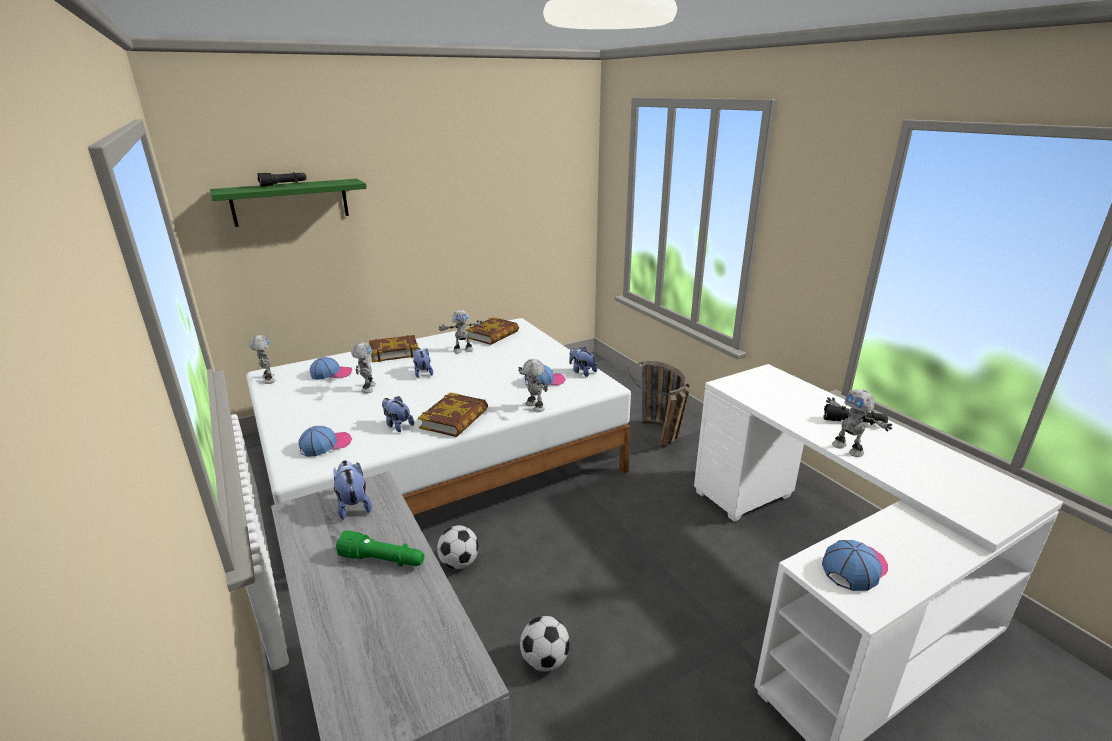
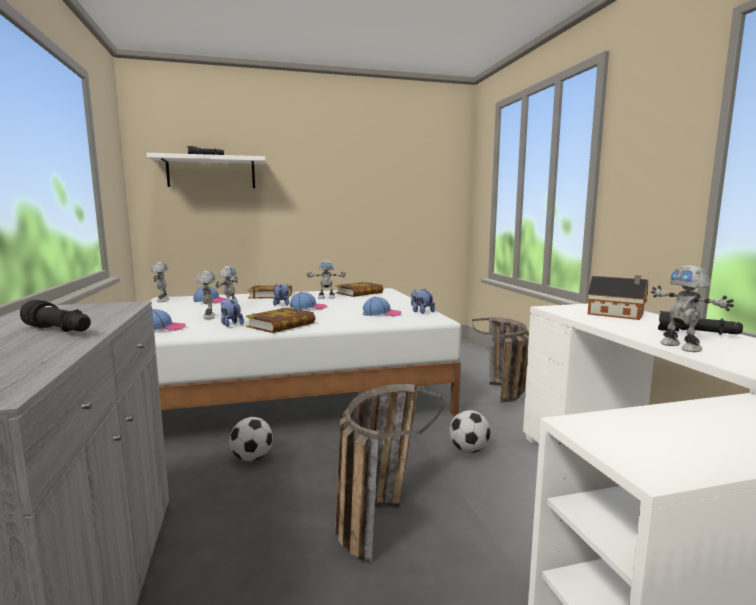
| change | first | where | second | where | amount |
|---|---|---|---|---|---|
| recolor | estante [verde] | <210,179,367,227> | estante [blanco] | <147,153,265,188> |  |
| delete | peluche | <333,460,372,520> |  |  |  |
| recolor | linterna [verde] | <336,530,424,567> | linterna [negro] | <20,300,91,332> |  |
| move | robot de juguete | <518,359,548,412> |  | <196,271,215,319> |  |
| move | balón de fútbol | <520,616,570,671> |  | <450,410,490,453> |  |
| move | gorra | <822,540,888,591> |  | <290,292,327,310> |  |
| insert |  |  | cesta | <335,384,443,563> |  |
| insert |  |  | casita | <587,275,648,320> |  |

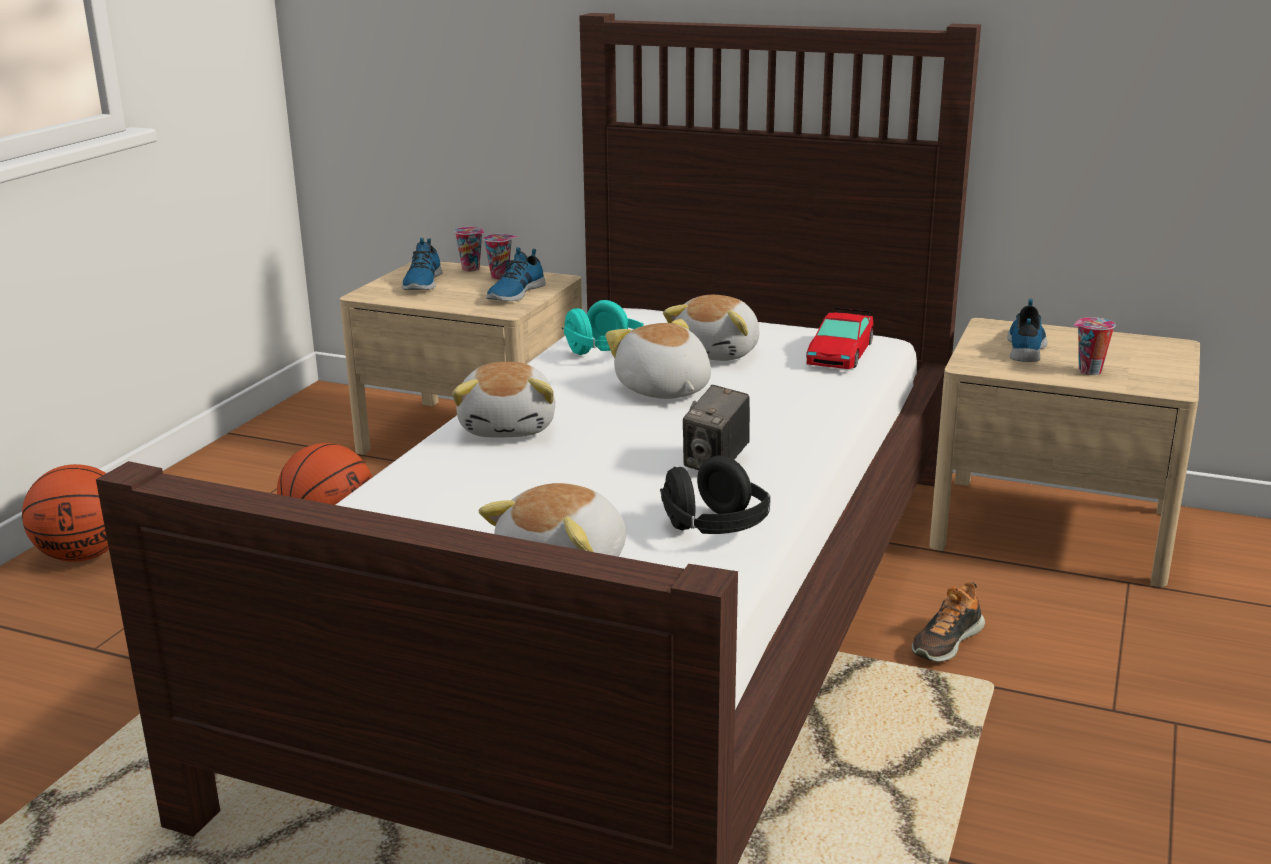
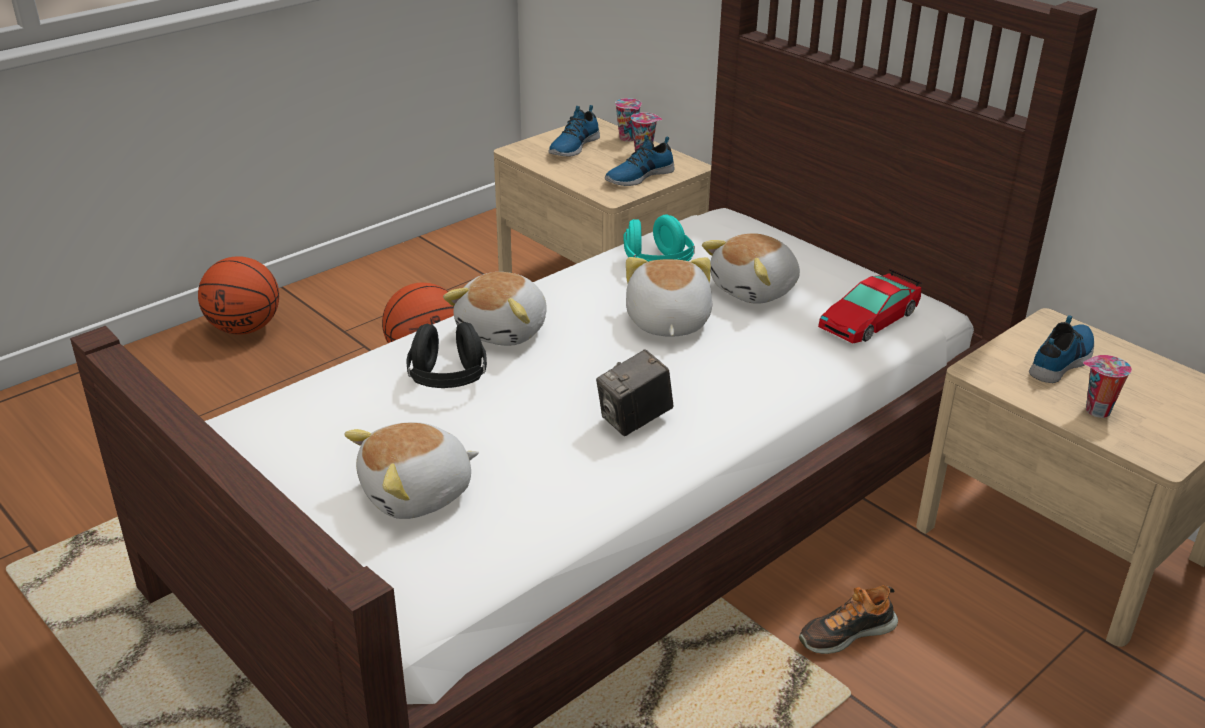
| change | first | where | second | where | amount |
|---|---|---|---|---|---|
| move | auriculares [negro] | <660,456,771,534> |  | <407,322,487,388> |  |

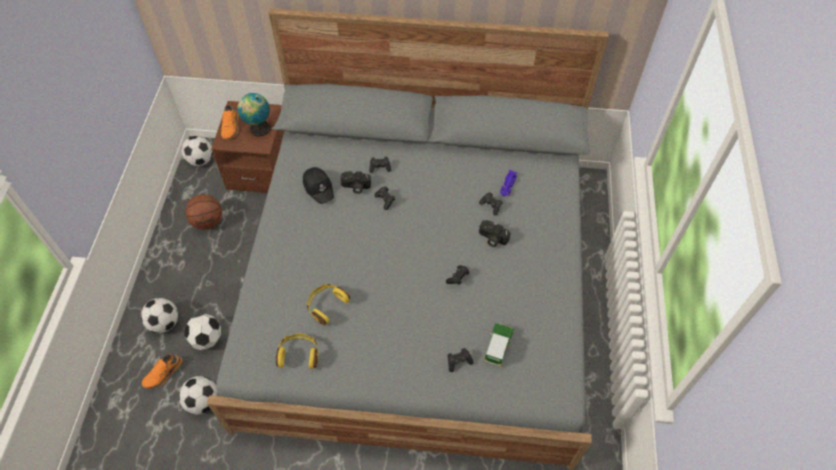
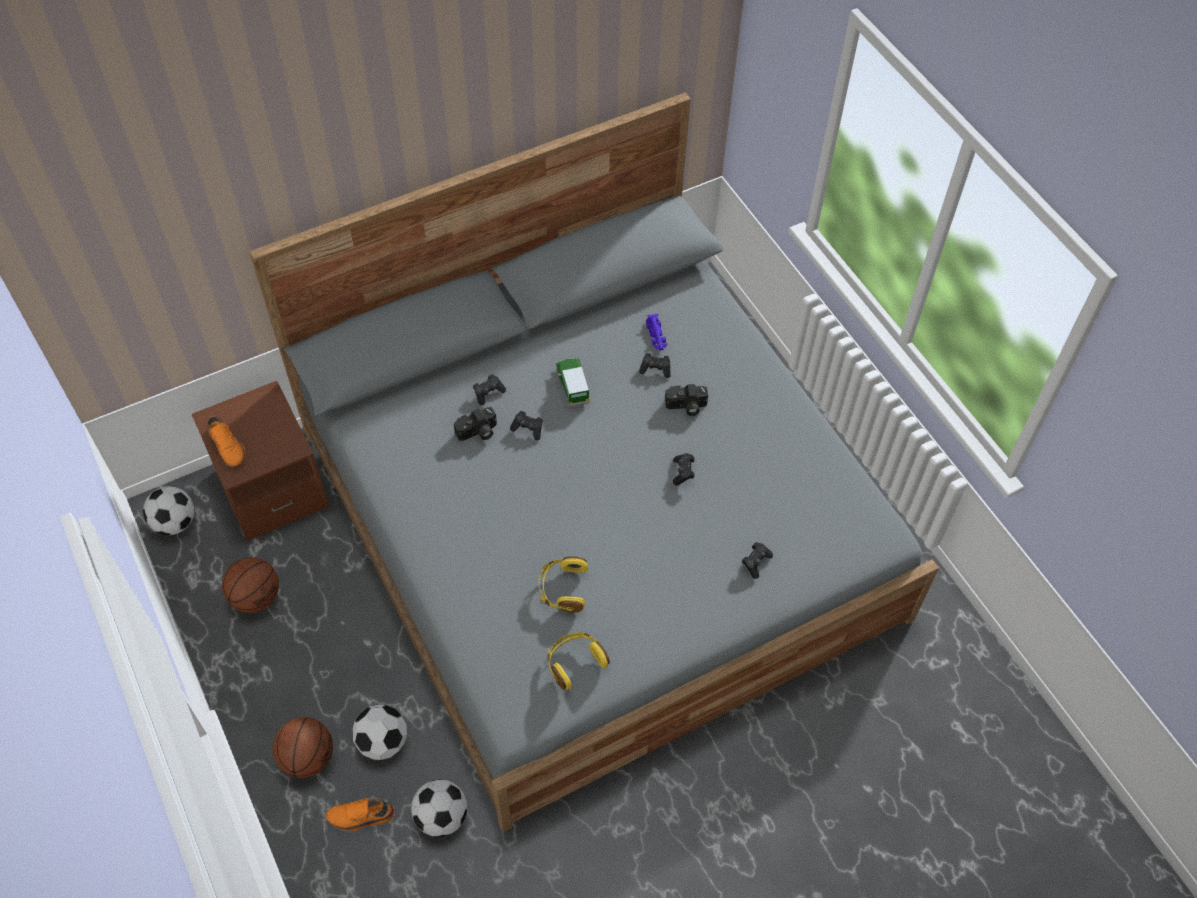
| change | first | where | second | where | amount |
|---|---|---|---|---|---|
| replace | balón de fútbol | <141,298,178,333> | balón de baloncesto | <272,717,333,778> |  |
| rotate | zapato [naranja] | <142,354,182,389> |  | <326,798,395,832> | 75 degrees clockwise |
| delete | globo terráqueo | <238,93,271,137> |  |  |  |
| delete | gorra [negro] | <303,167,334,204> |  |  |  |
| move | coche de juguete | <484,323,514,367> |  | <556,358,590,407> |  |

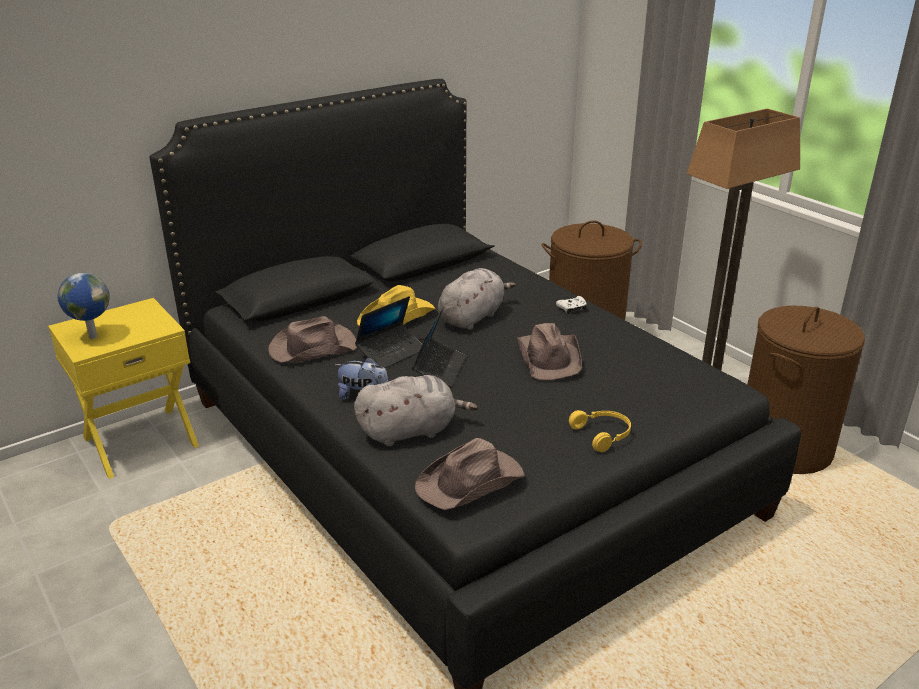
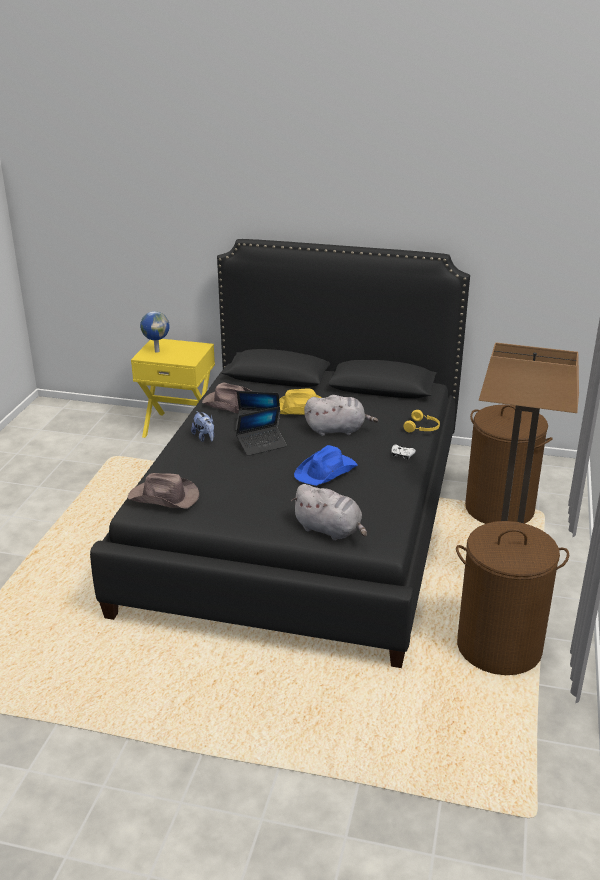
| change | first | where | second | where | amount |
|---|---|---|---|---|---|
| move | peluche [gris] | <354,375,478,446> |  | <291,484,367,541> |  |
| recolor | sombrero [marrón] | <517,323,582,380> | sombrero [azul] | <294,445,358,486> |  |
| move | auriculares [amarillo] | <569,410,631,452> |  | <404,410,440,432> |  |

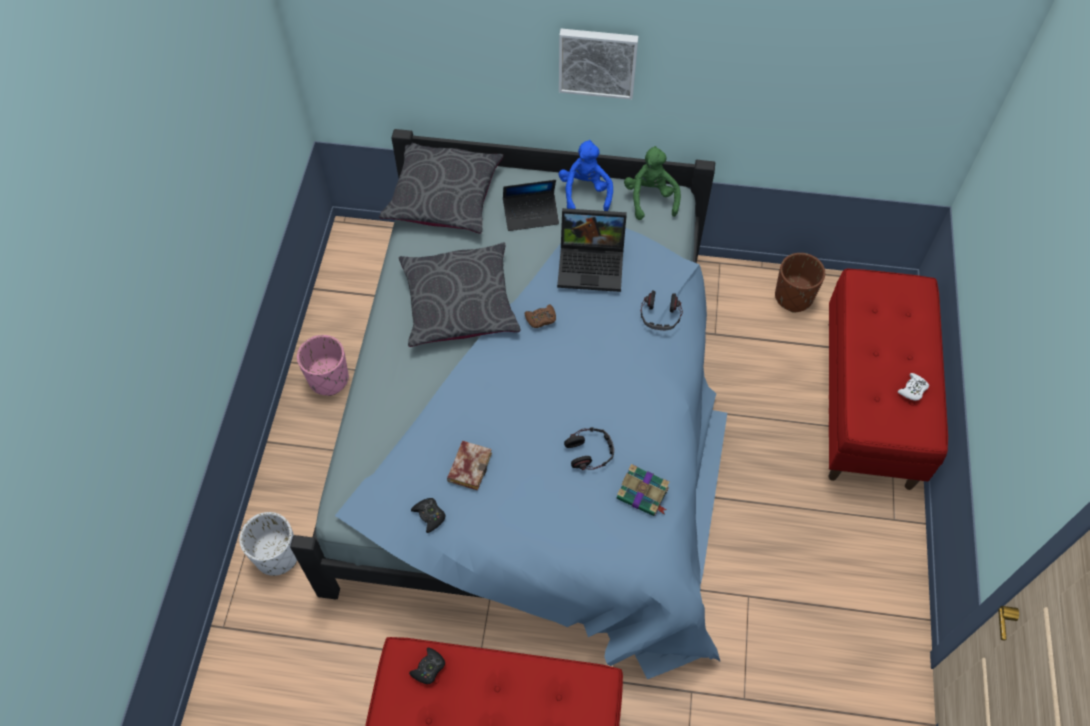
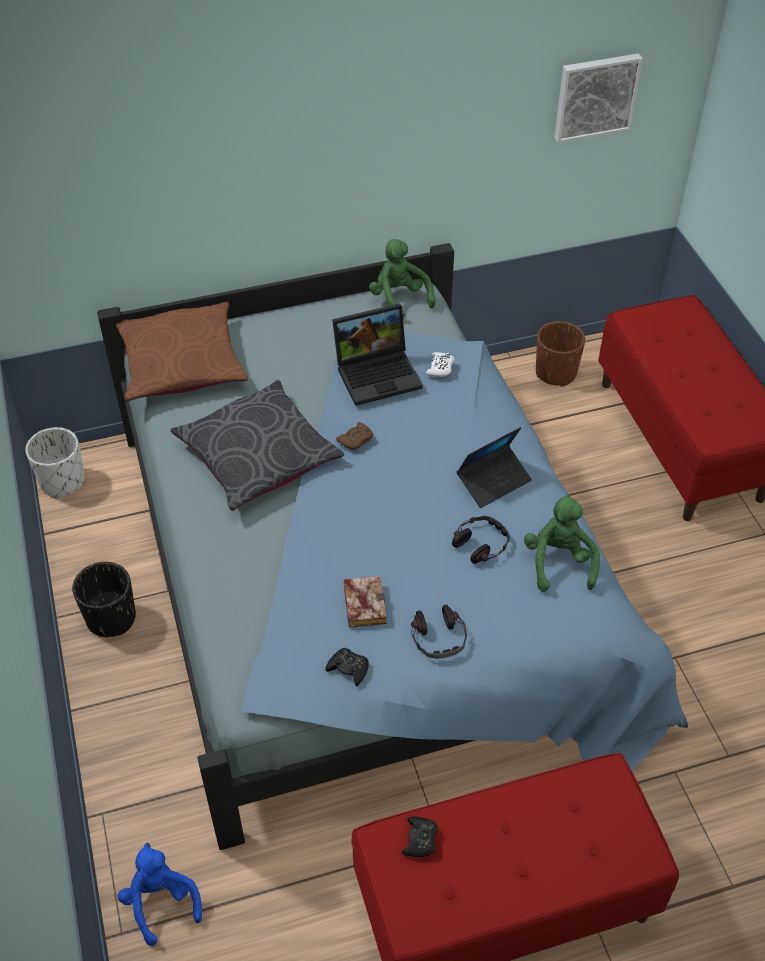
| change | first | where | second | where | amount |
|---|---|---|---|---|---|
| move | maceta [blanco] | <239,512,297,576> |  | <25,427,85,498> |  |
| recolor | maceta [rosa] | <297,335,349,396> | maceta [negro] | <72,562,136,637> |  |
| recolor | cojín [gris] | <379,143,503,234> | cojín [marrón] | <116,301,248,401> |  |
| move | portátil | <503,180,559,231> |  | <457,427,532,508> |  |
| move | cuadro | <559,29,638,100> |  | <554,53,643,143> |  |
| move | peluche [azul] | <559,140,613,211> |  | <118,843,202,946> |  |
| replace | libro | <617,464,670,516> | peluche [verde] | <524,495,600,592> |  |
| move | auriculares | <641,290,683,331> |  | <411,605,467,659> |  |
| move | mando de consola [blanco] | <898,373,929,401> |  | <426,352,454,377> |  |

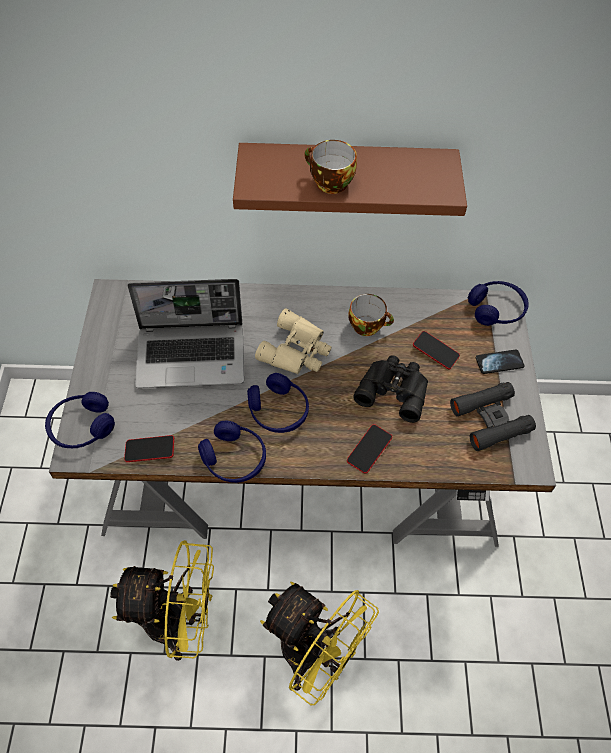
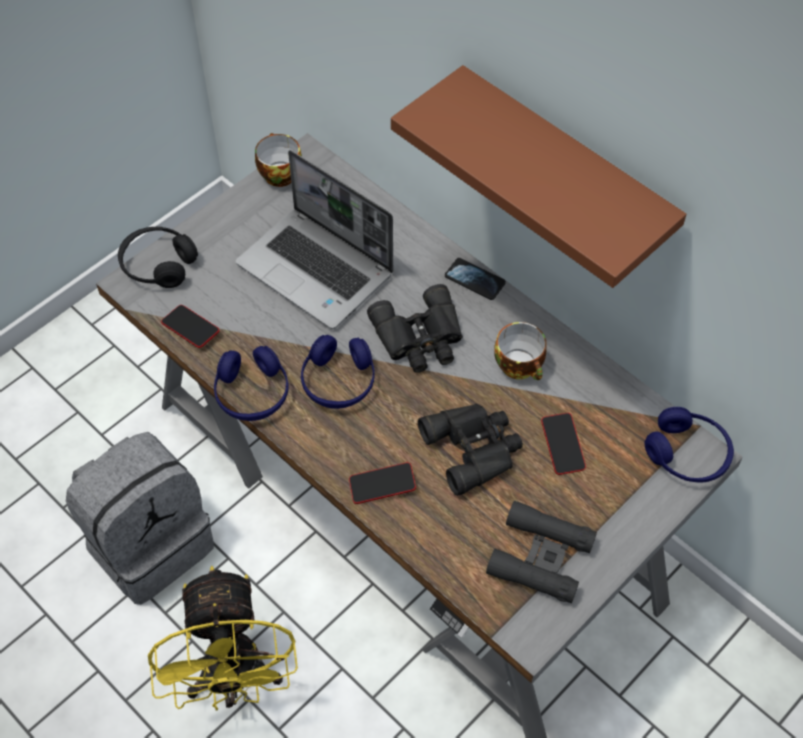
| change | first | where | second | where | amount |
|---|---|---|---|---|---|
| recolor | auriculares [azul] | <45,392,115,448> | auriculares [negro] | <118,227,198,288> |  |
| replace | ventilador [amarillo] | <110,540,214,661> | mochila [gris] | <66,432,214,605> |  |
| recolor | prismáticos [beis] | <255,308,332,374> | prismáticos [negro] | <367,284,463,373> |  |
| move | taza | <304,140,357,194> |  | <255,133,302,187> |  |
| move | móvil | <476,349,525,374> |  | <445,258,506,300> |  |

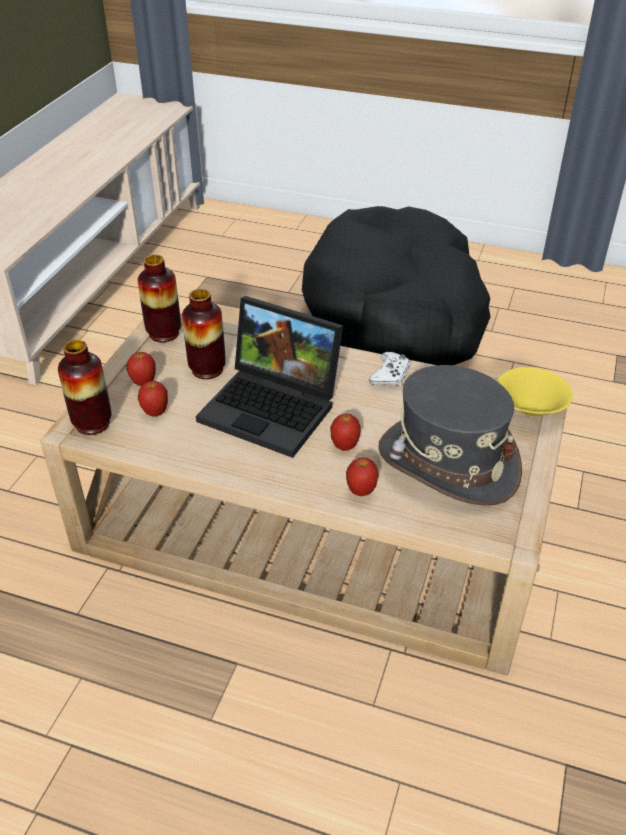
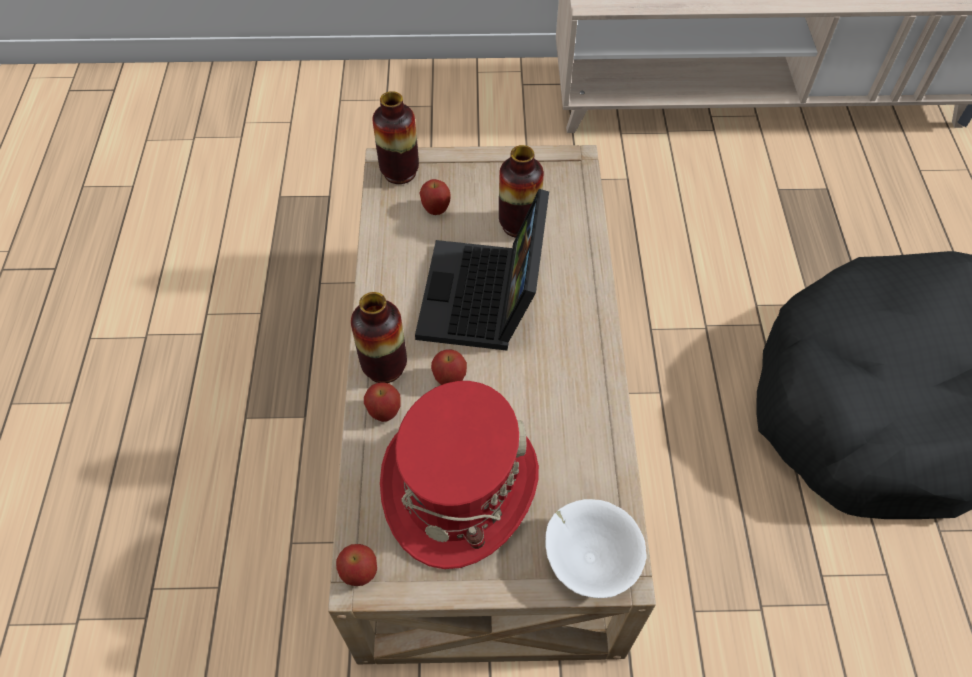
| change | first | where | second | where | amount |
|---|---|---|---|---|---|
| move | manzana | <126,352,156,386> |  | <336,544,377,586> |  |
| move | florero | <138,255,181,342> |  | <351,292,407,383> |  |
| delete | mando de consola [blanco] | <369,352,411,386> |  |  |  |
| recolor | sombrero [gris] | <378,365,522,505> | sombrero [rojo] | <380,381,539,569> |  |
| recolor | cuenco [amarillo] | <497,367,573,416> | cuenco [blanco] | <545,499,646,598> |  |

